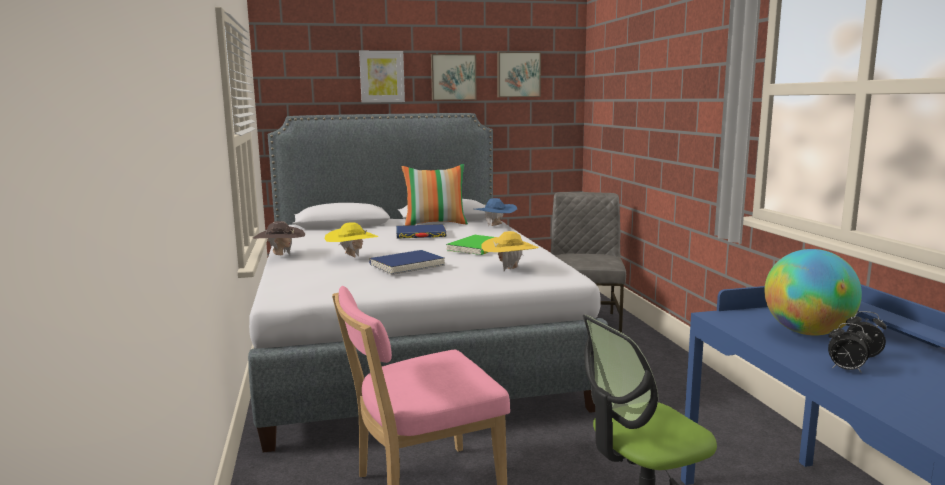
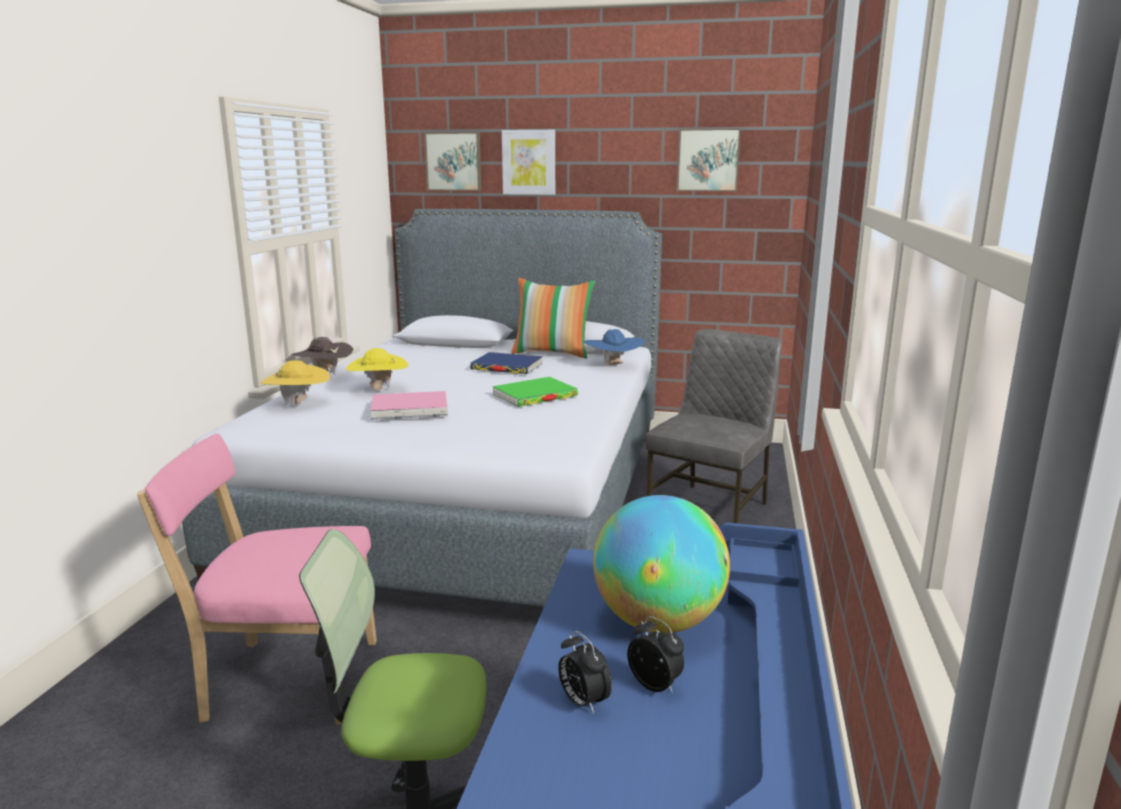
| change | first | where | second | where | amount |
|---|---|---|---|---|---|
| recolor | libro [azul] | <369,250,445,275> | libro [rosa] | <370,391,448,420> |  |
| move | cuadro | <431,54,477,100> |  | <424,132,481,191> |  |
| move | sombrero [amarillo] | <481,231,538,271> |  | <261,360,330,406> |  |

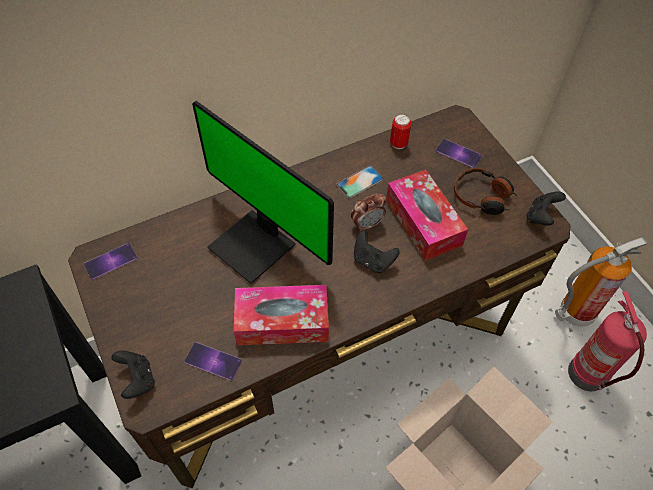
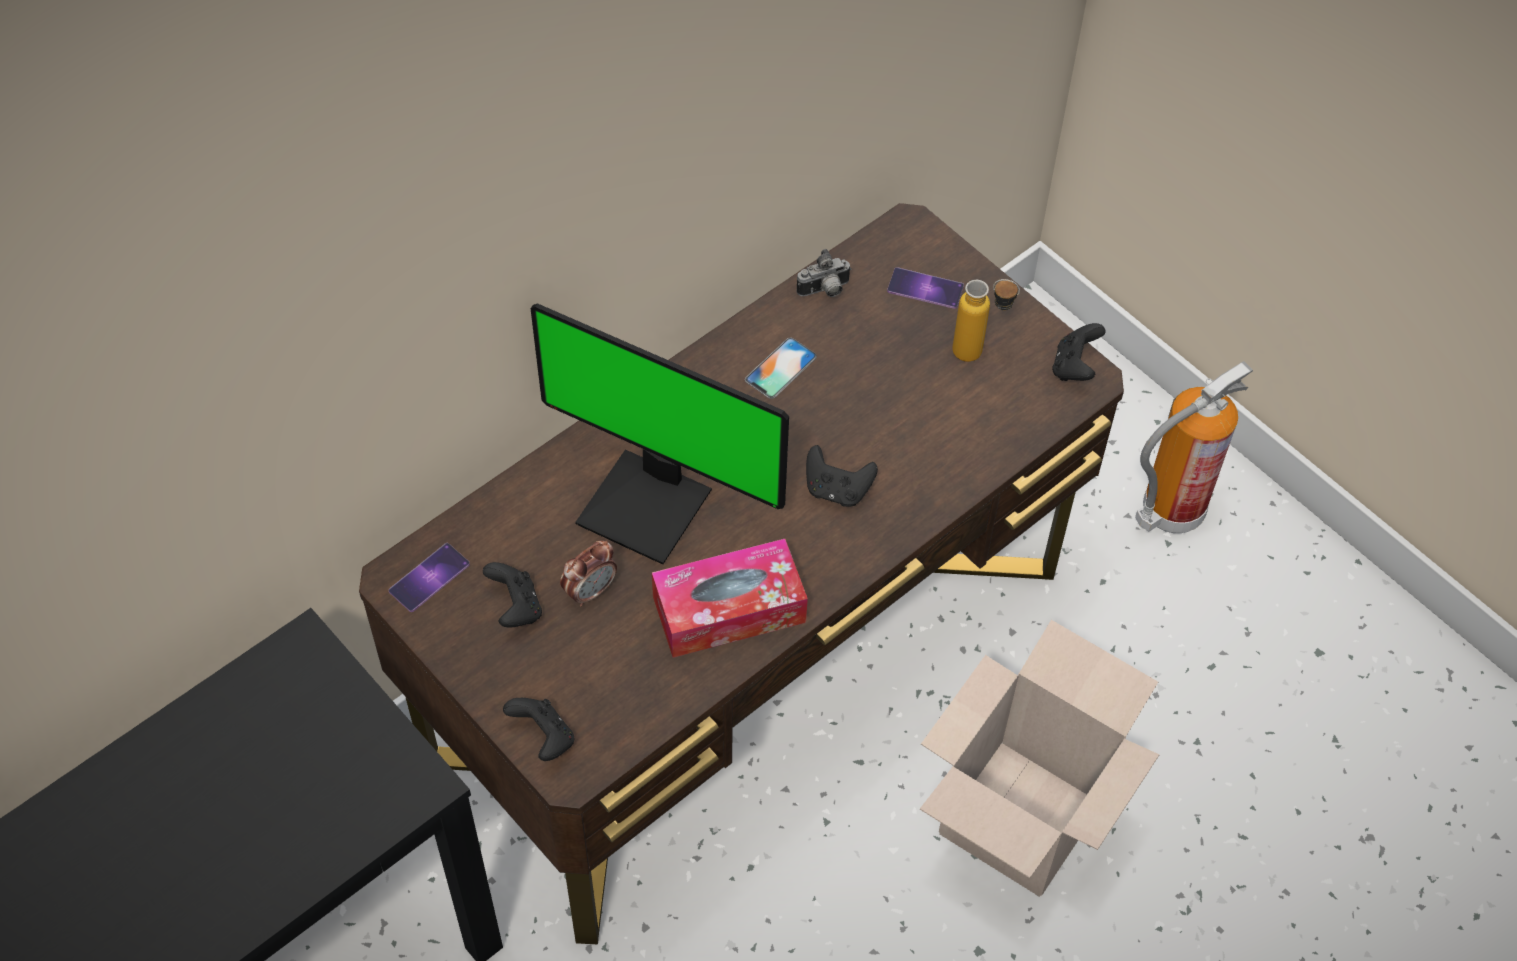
| change | first | where | second | where | amount |
|---|---|---|---|---|---|
| delete | móvil | <184,342,242,381> |  |  |  |
| move | despertador | <351,194,386,232> |  | <560,540,617,607> |  |
| delete | caja de pañuelos | <386,169,468,261> |  |  |  |
| replace | lata | <390,114,411,149> | cámara | <796,249,851,297> |  |
| replace | auriculares | <454,168,517,215> | botella | <952,279,1020,362> |  |
| delete | extintor | <568,291,647,391> |  |  |  |
| insert |  |  | mando de consola [negro] | <483,562,542,627> |  |

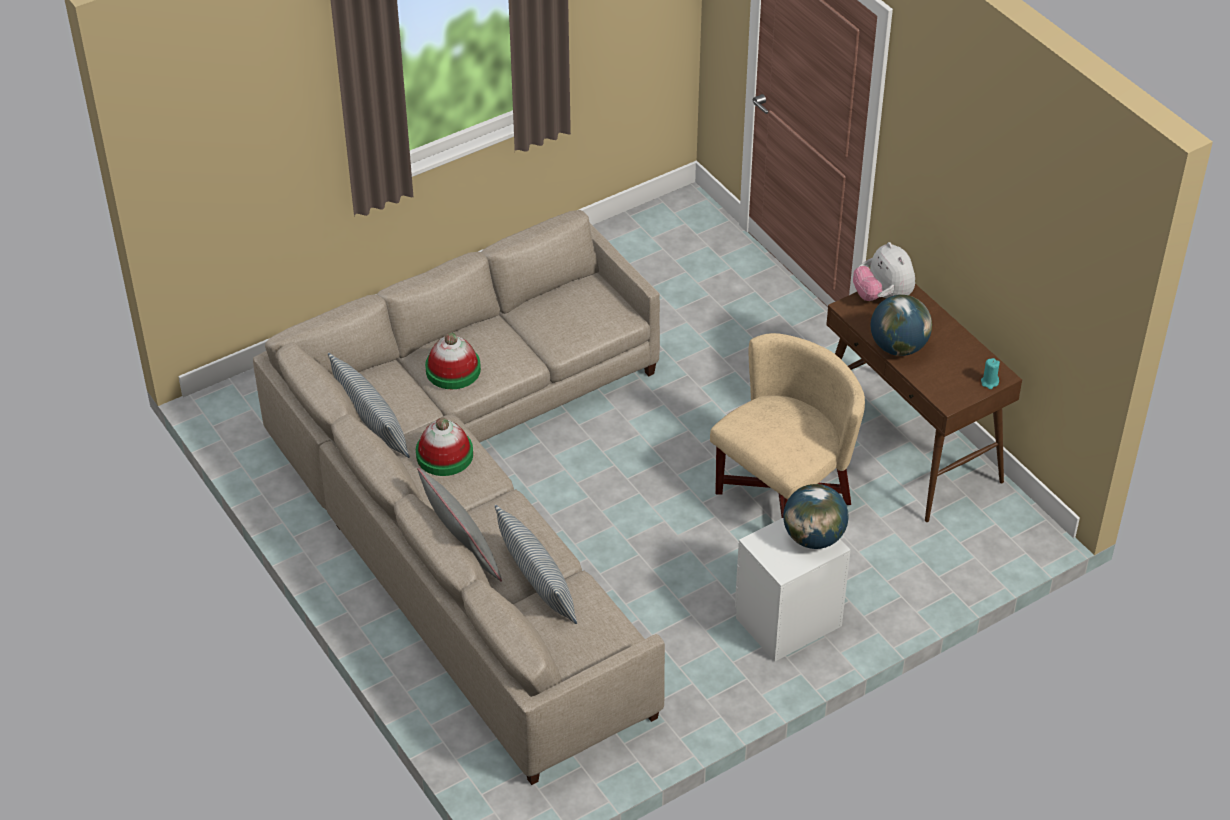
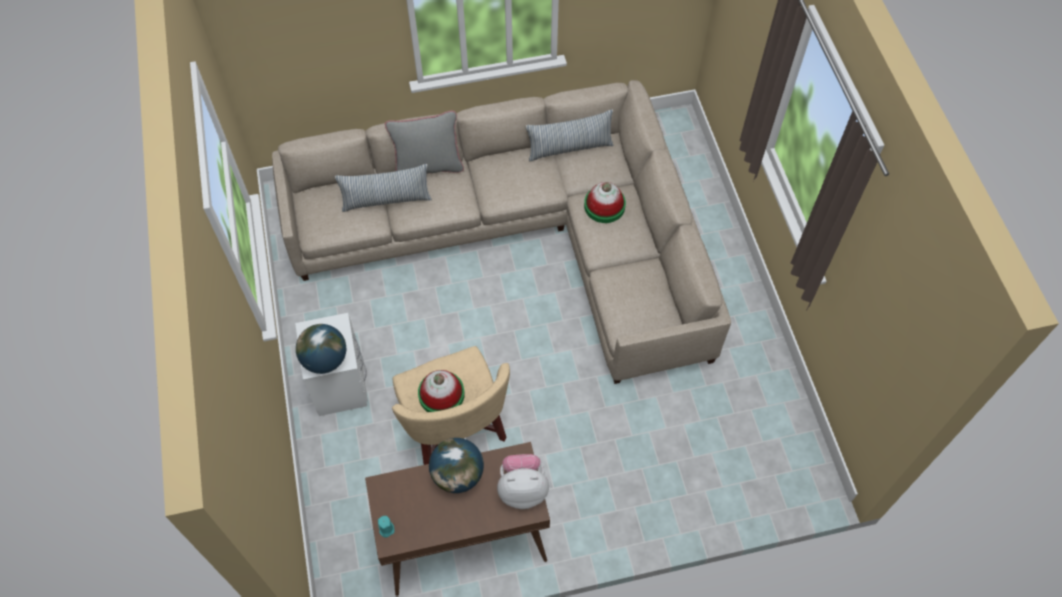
| change | first | where | second | where | amount |
|---|---|---|---|---|---|
| move | sombrero | <416,417,473,476> |  | <418,370,465,412> |  |

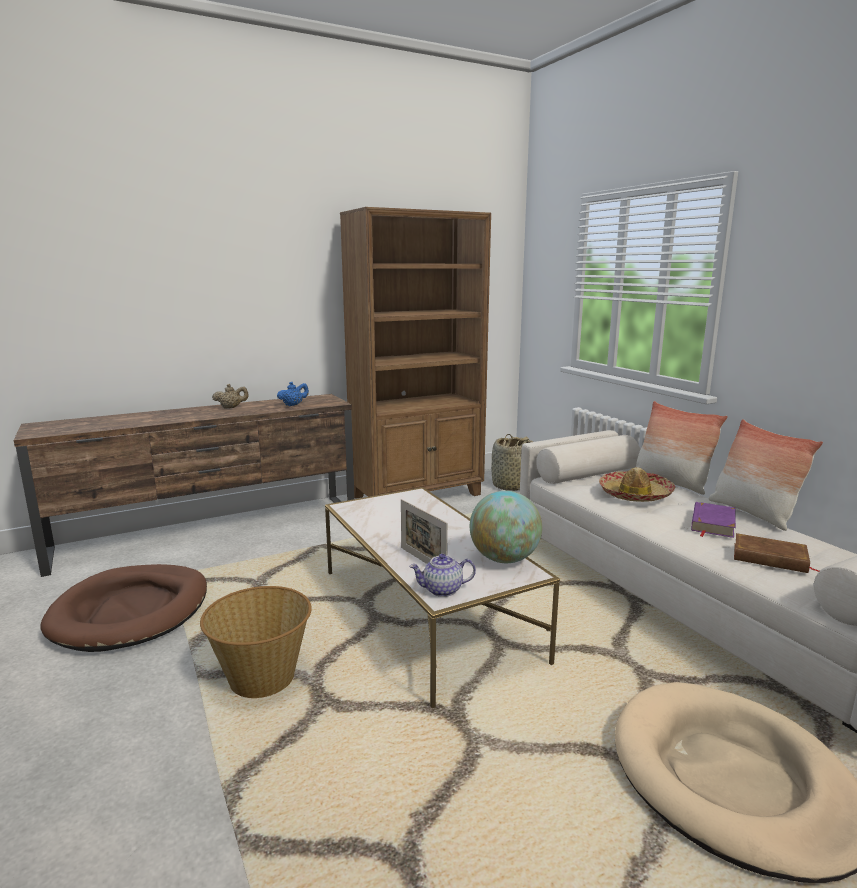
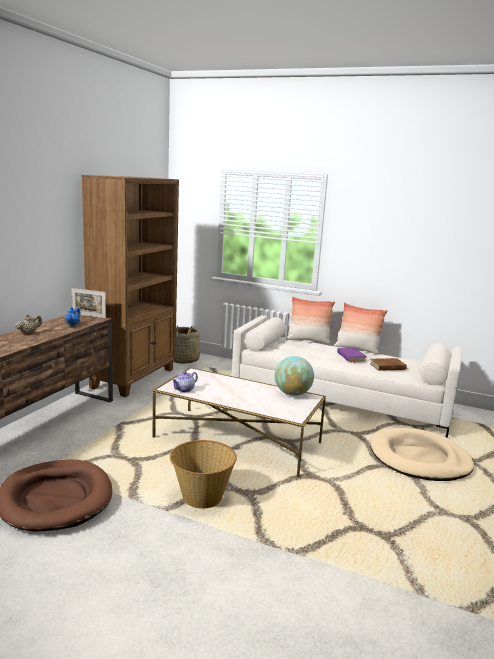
| change | first | where | second | where | amount |
|---|---|---|---|---|---|
| move | portarretratos | <401,499,448,564> |  | <71,288,106,318> |  |
| move | tetera | <410,554,476,597> |  | <172,371,198,392> |  |
| delete | sombrero | <599,467,675,502> |  |  |  |

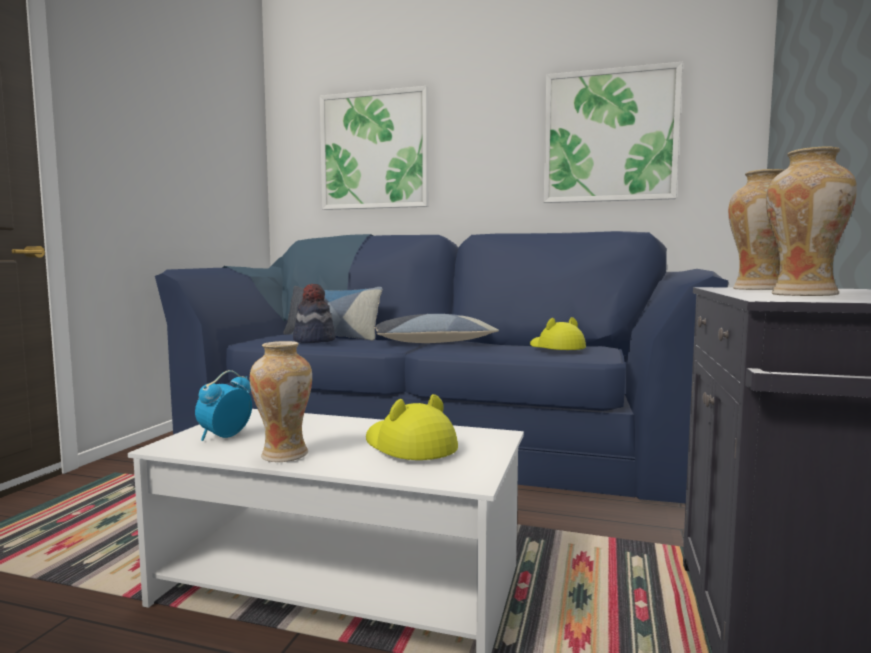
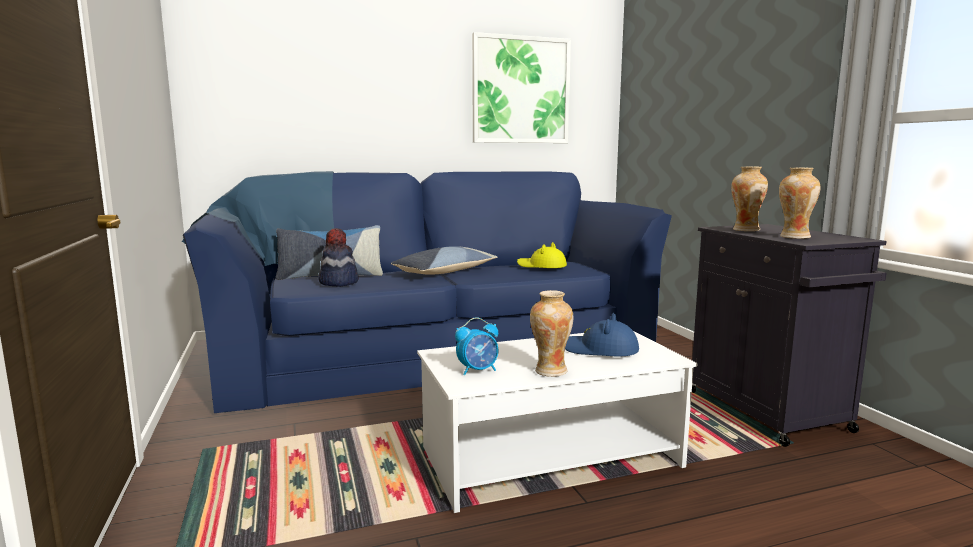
| change | first | where | second | where | amount |
|---|---|---|---|---|---|
| rotate | despertador | <195,370,252,441> |  | <455,317,498,375> | 105 degrees counterclockwise |
| delete | cuadro | <320,86,428,210> |  |  |  |
| recolor | sombrero [amarillo] | <366,394,458,460> | sombrero [azul] | <565,313,639,356> |  |

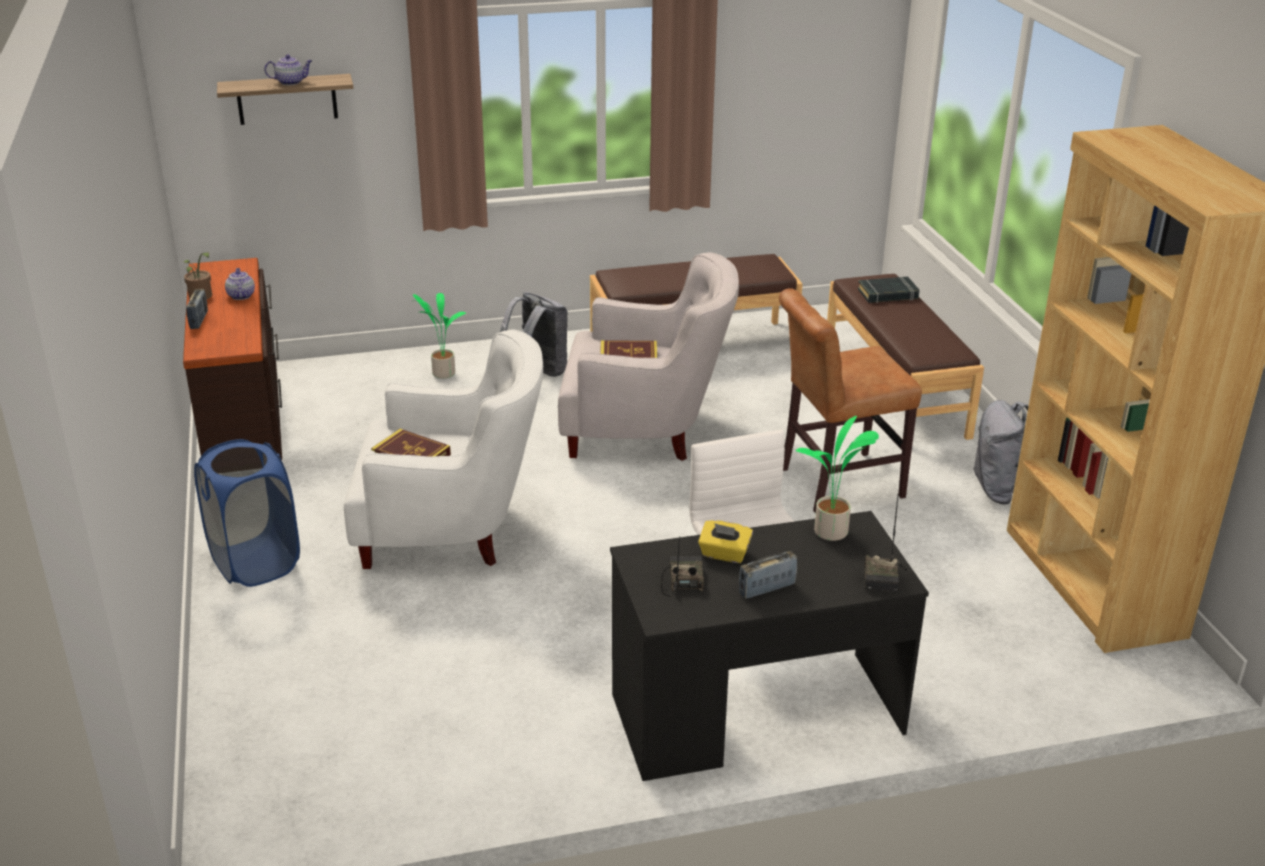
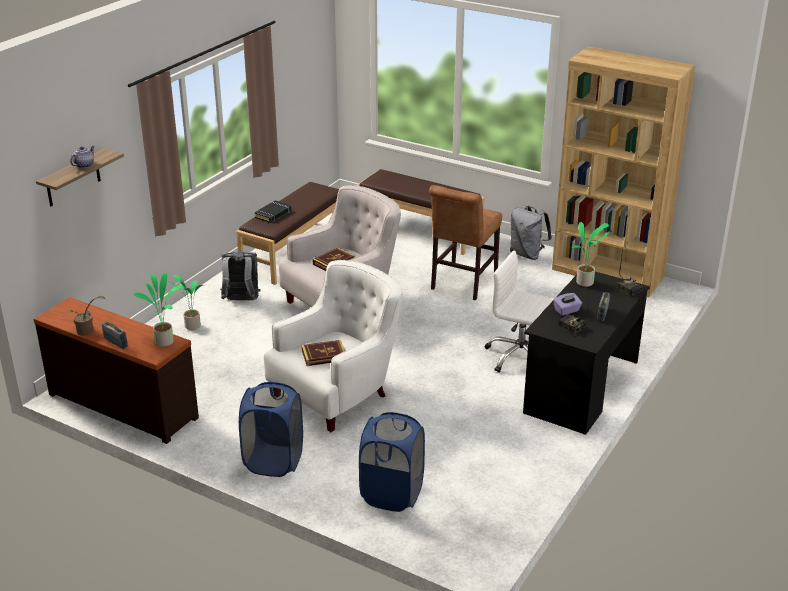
| change | first | where | second | where | amount |
|---|---|---|---|---|---|
| delete | tetera | <225,268,255,300> |  |  |  |
| recolor | caja de pañuelos [amarillo] | <698,520,753,563> | caja de pañuelos [morado] | <553,293,582,316> |  |
| move | libro [negro] | <858,277,920,303> |  | <254,200,291,223> |  |
| insert |  |  | planta en maceta | <133,273,183,347> |  |
| insert |  |  | cesto de la ropa [azul] | <359,412,425,512> |  |

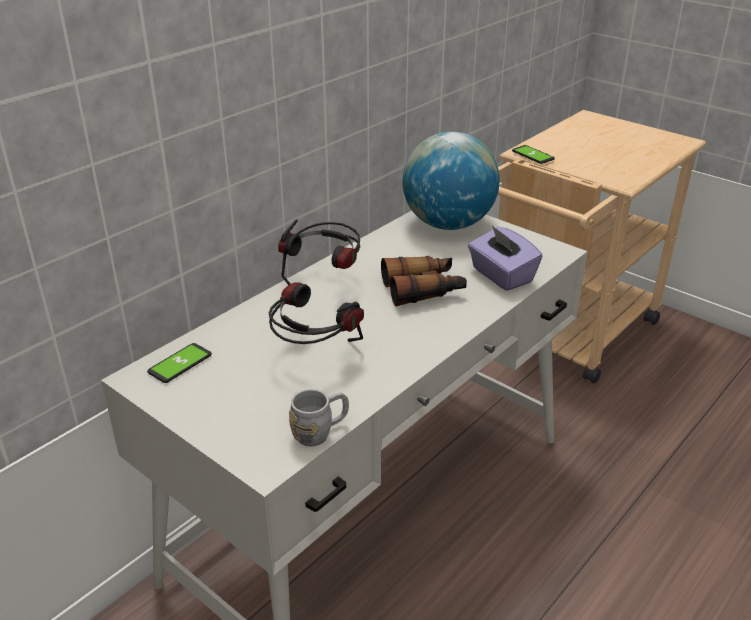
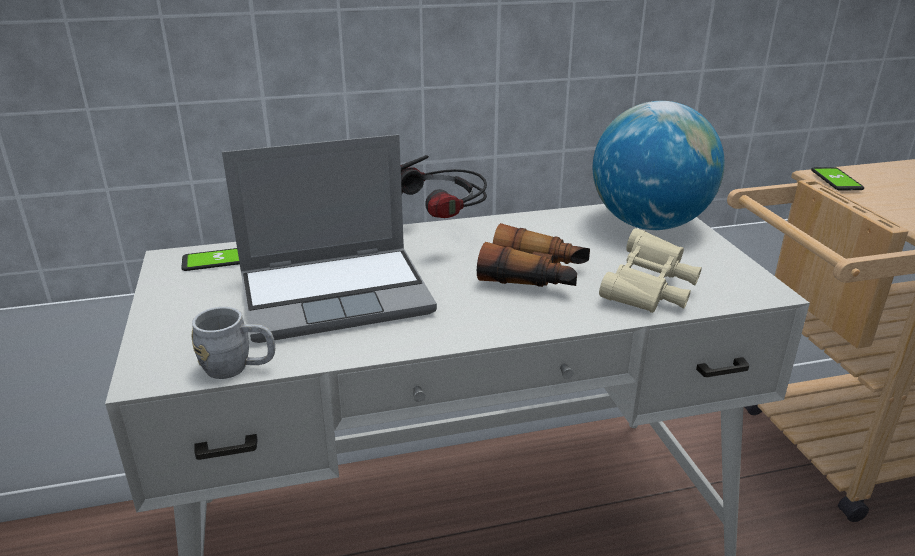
| change | first | where | second | where | amount |
|---|---|---|---|---|---|
| replace | auriculares | <269,282,364,344> | portátil | <222,134,437,343> |  |
| replace | caja de pañuelos [morado] | <468,225,543,291> | prismáticos [beis] | <599,228,702,313> |  |

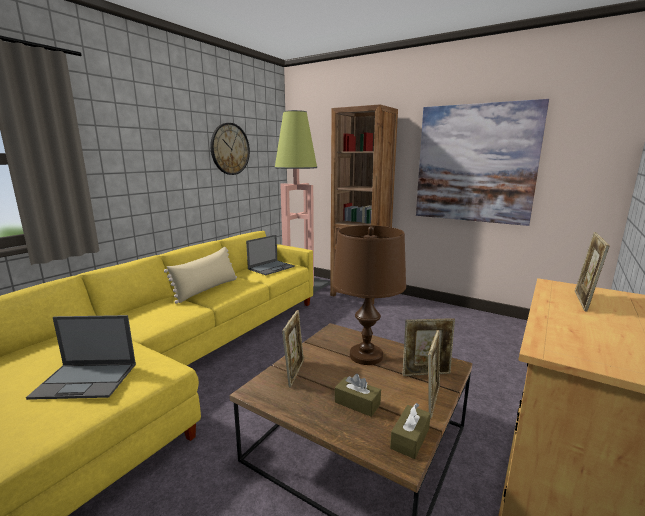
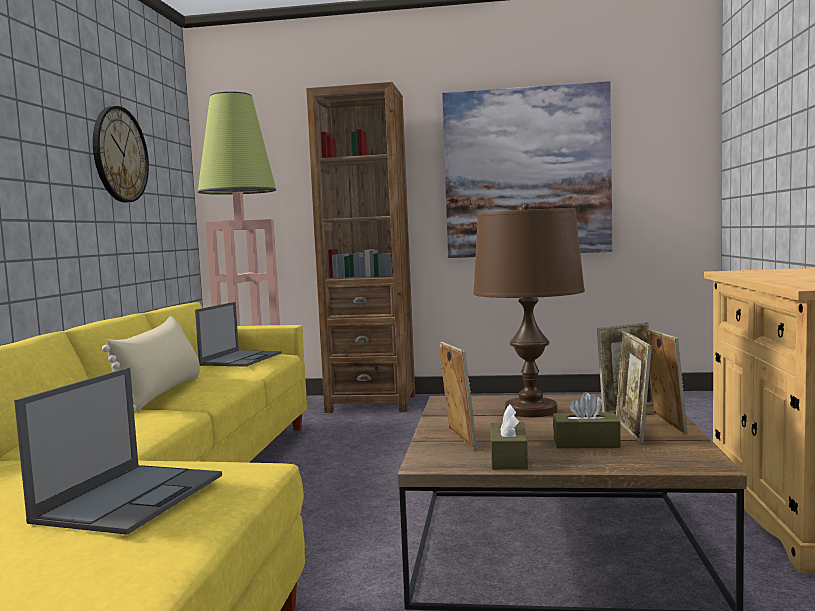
| change | first | where | second | where | amount |
|---|---|---|---|---|---|
| rotate | portátil | <26,315,136,400> |  | <14,368,222,535> | 45 degrees counterclockwise |
| move | caja de pañuelos [marrón] | <390,403,431,459> |  | <490,405,528,470> |  |
| move | portarretratos | <575,232,610,312> |  | <616,331,652,443> |  |

